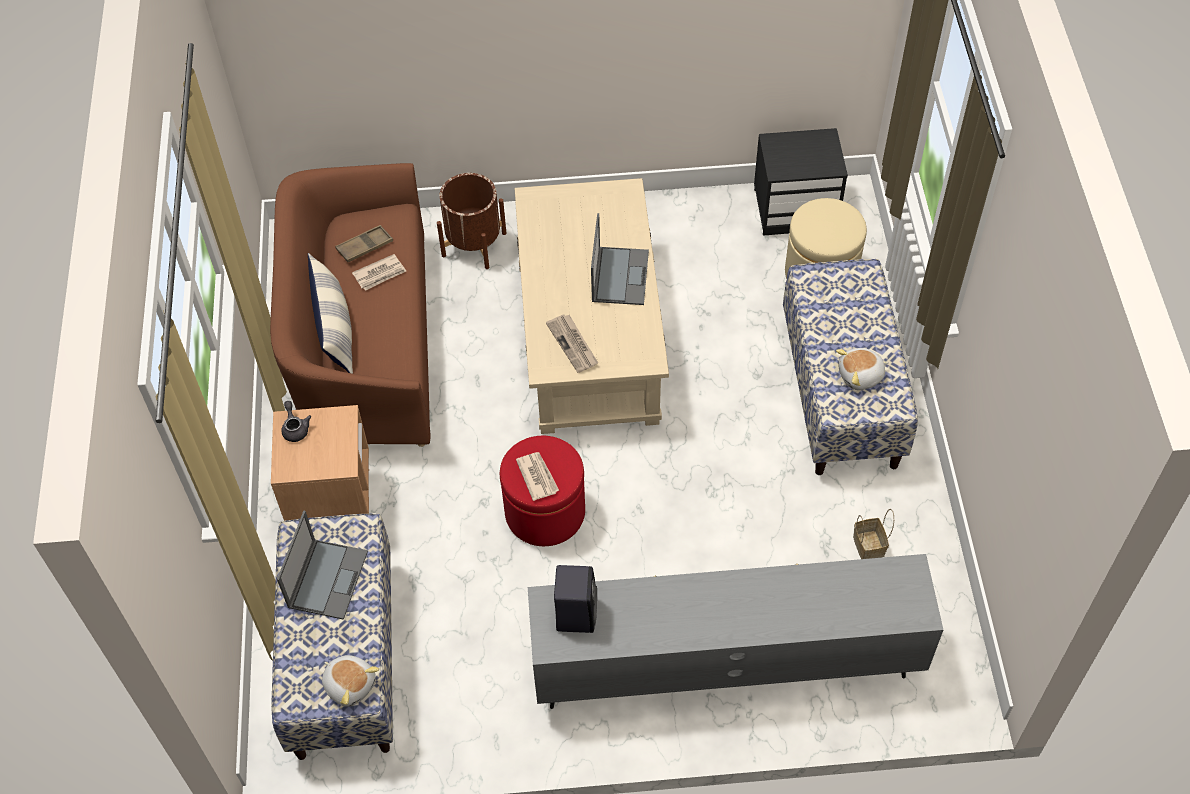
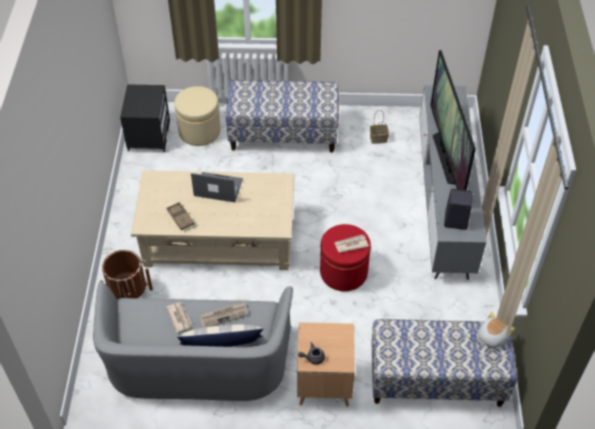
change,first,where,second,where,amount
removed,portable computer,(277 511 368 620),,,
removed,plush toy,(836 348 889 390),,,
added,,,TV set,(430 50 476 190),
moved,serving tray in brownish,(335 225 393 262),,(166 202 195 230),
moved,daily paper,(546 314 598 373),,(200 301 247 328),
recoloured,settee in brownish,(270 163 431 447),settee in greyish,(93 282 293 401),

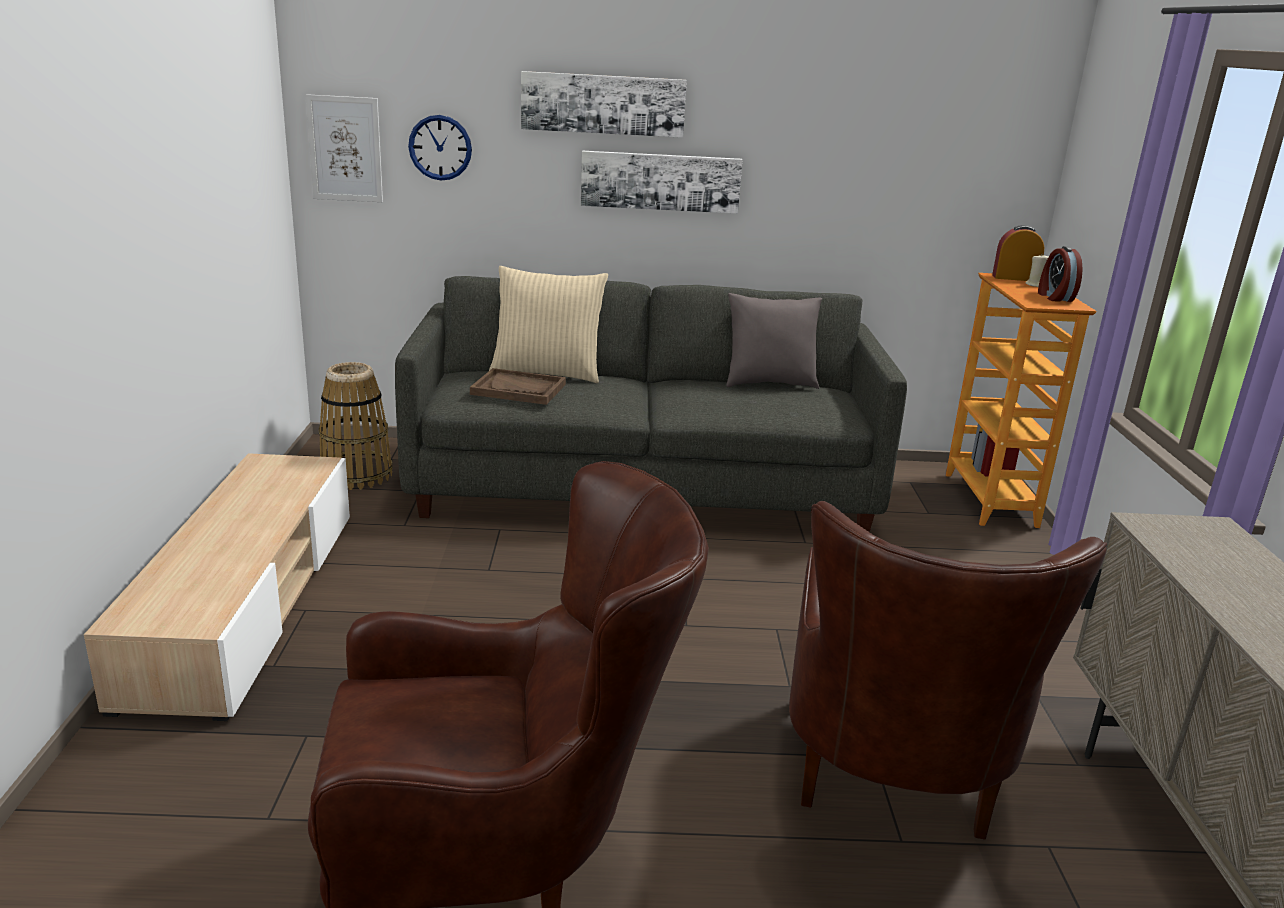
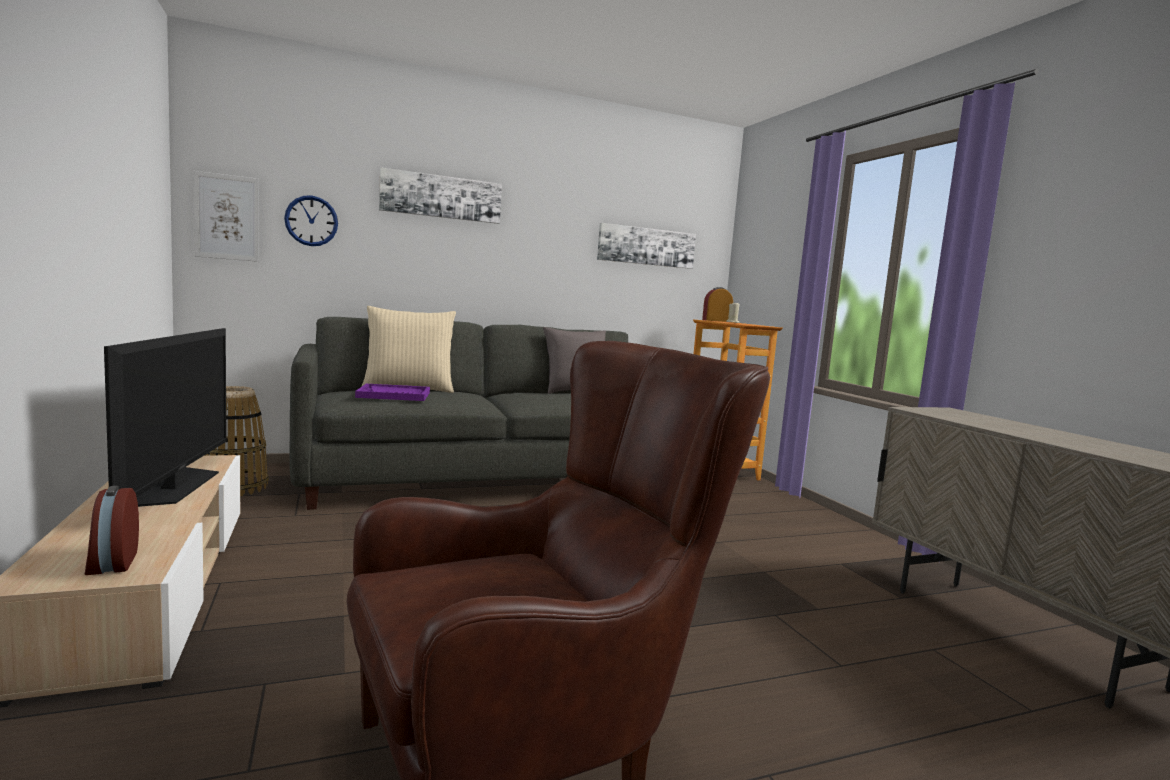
change,first,where,second,where,amount
removed,armchair in brownish,(789 501 1107 839),,,
added,,,TV set,(104 328 227 507),
moved,picture,(581 151 742 214),,(597 223 696 269),
moved,table clock,(1038 246 1083 302),,(85 486 139 575),
recoloured,serving tray in brownish,(470 368 566 405),serving tray in purple-coloured,(355 384 430 401),

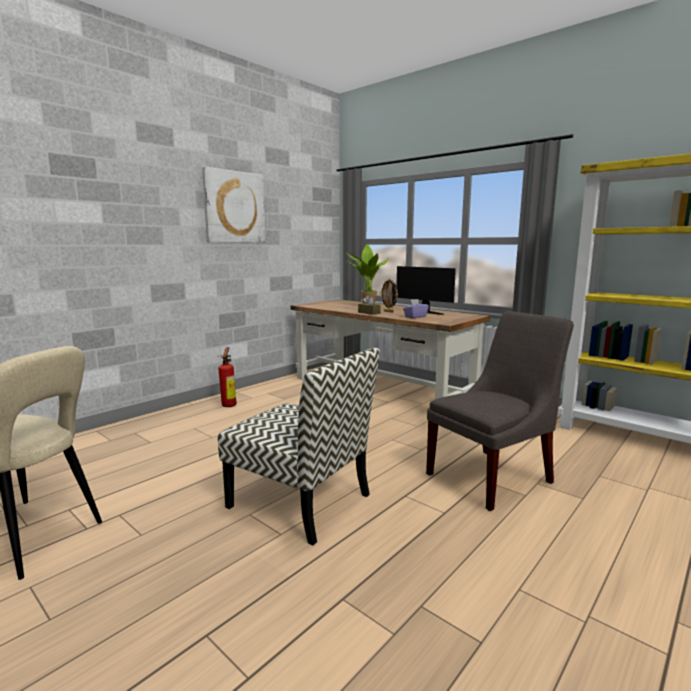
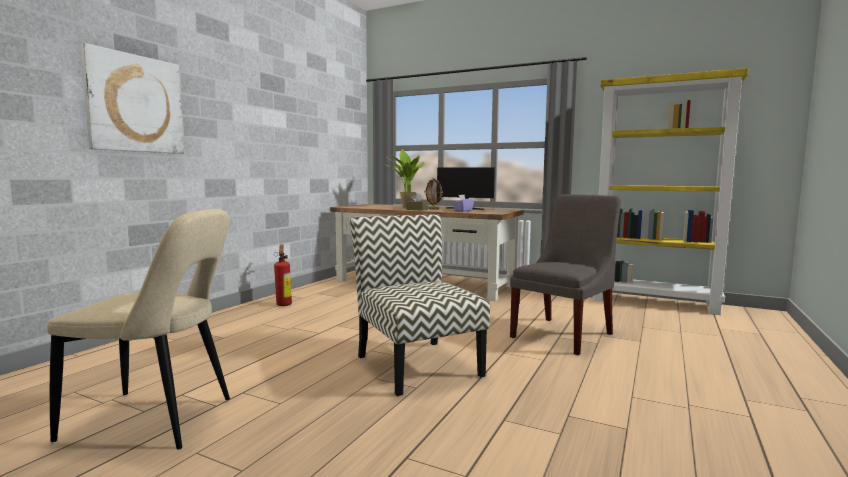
change,first,where,second,where,amount
moved,picture,(202 167 266 243),,(81 43 184 154),
turned,chair,(218 347 380 545),,(350 214 490 396),135 degrees counterclockwise

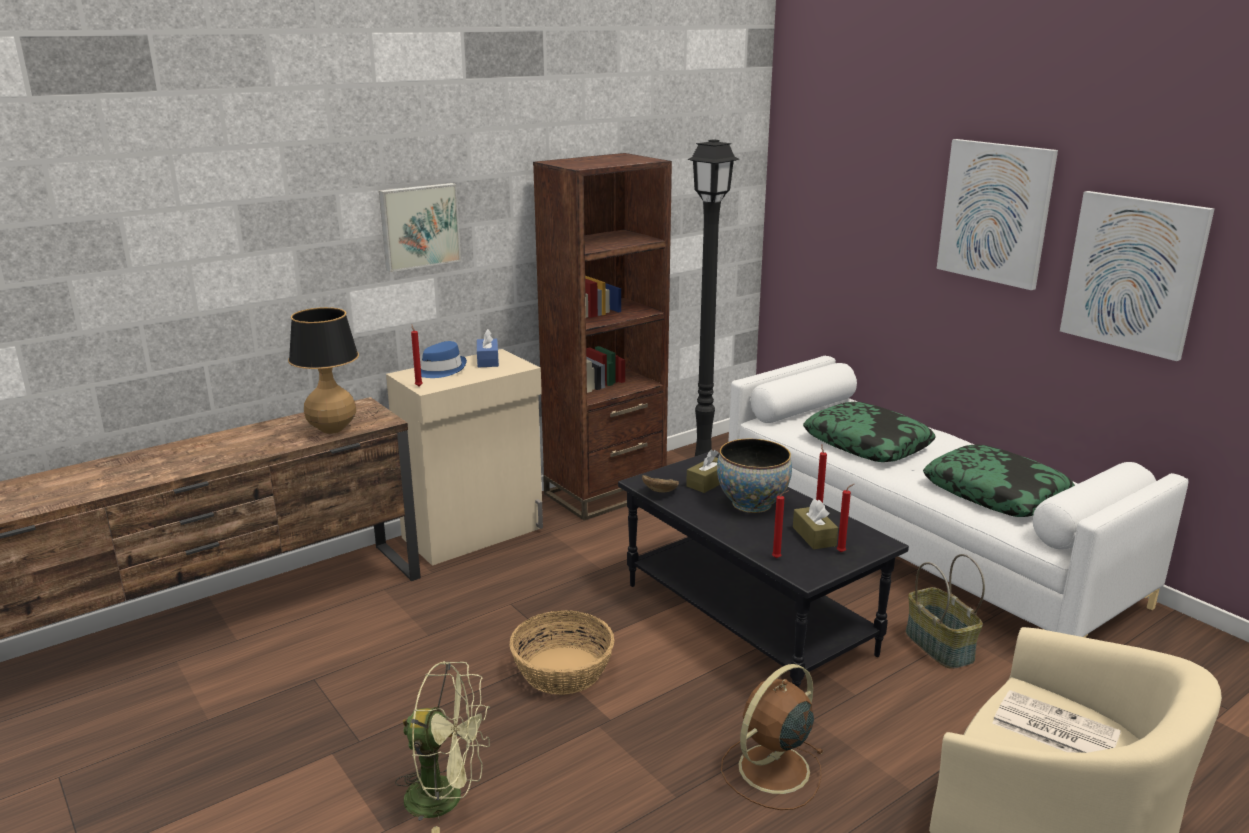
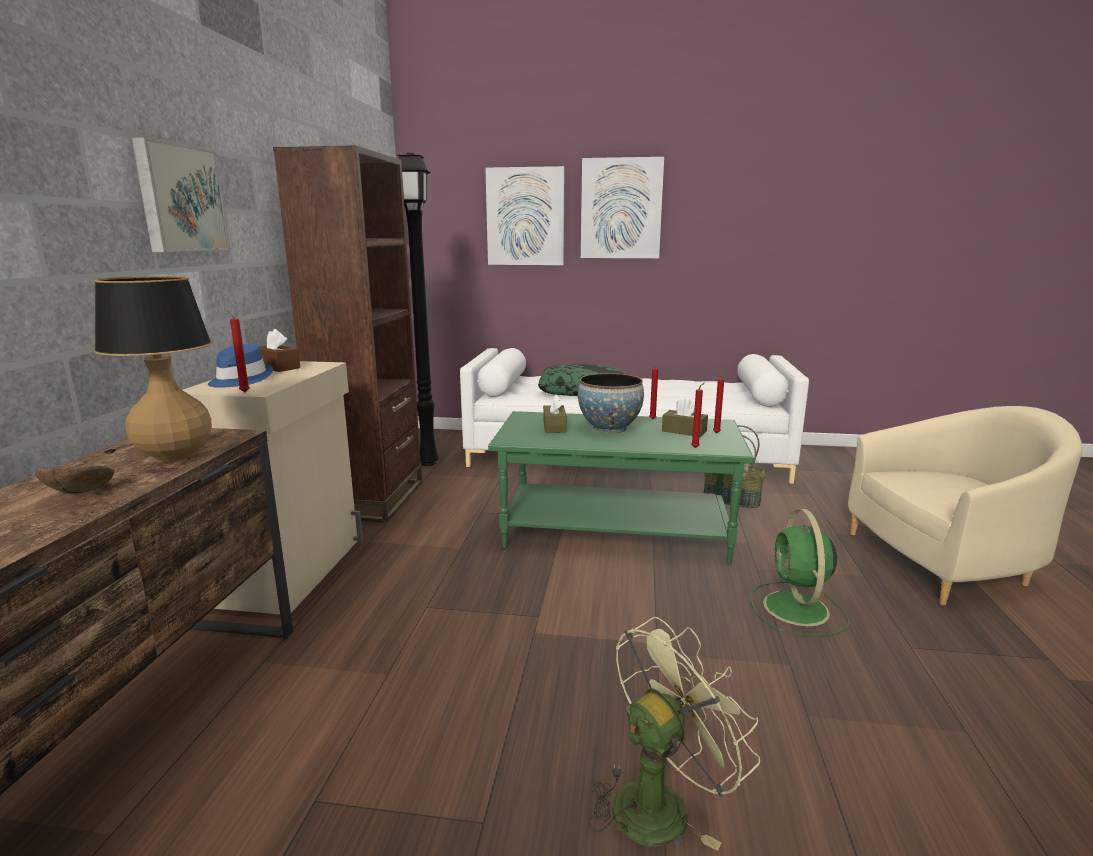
change,first,where,second,where,amount
removed,household basket,(510 610 614 695),,,
removed,throw pillow,(923 444 1075 517),,,
removed,daily paper,(993 690 1121 753),,,
moved,serving bowl in brownish,(642 475 679 493),,(35 466 114 494),
moved,picture,(1060 191 1214 361),,(485 166 564 265),
recoloured,tissue holder in bluish,(477 329 499 368),tissue holder in brownish,(259 329 300 372),
recoloured,low table in blackish,(618 450 909 688),low table in green,(488 411 754 564),
recoloured,cooling fan in brownish,(721 664 824 810),cooling fan in green,(750 509 849 636),

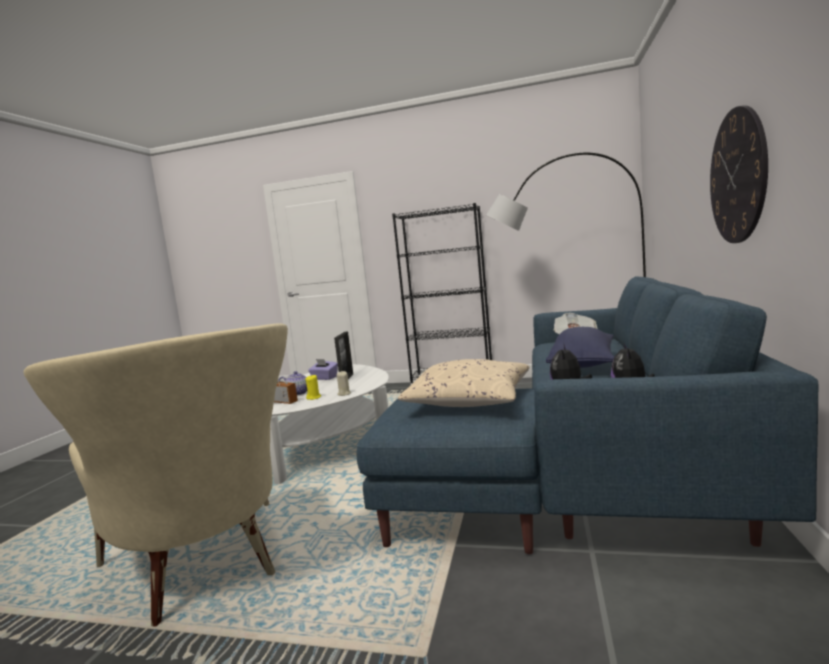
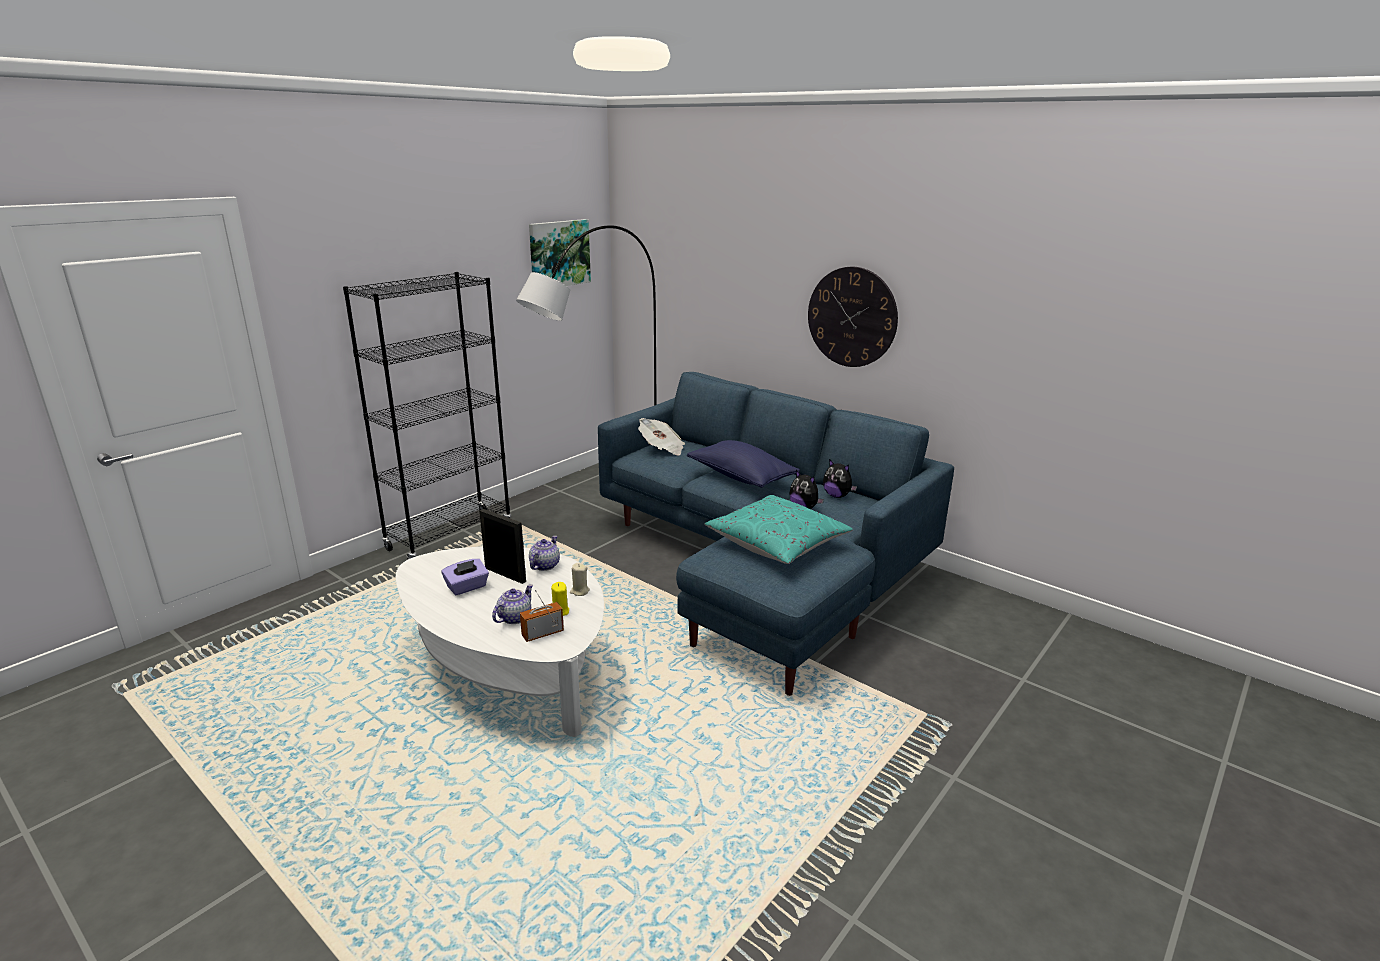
change,first,where,second,where,amount
removed,armchair in beige-coloured,(23 324 288 627),,,
added,,,picture,(529 219 591 286),
added,,,teapot,(529 536 560 571),
recoloured,throw pillow in beige-coloured,(397 359 529 407),throw pillow in turquoise-coloured,(704 495 853 564),

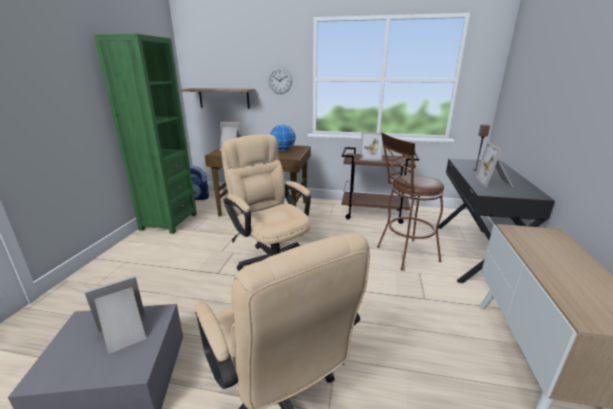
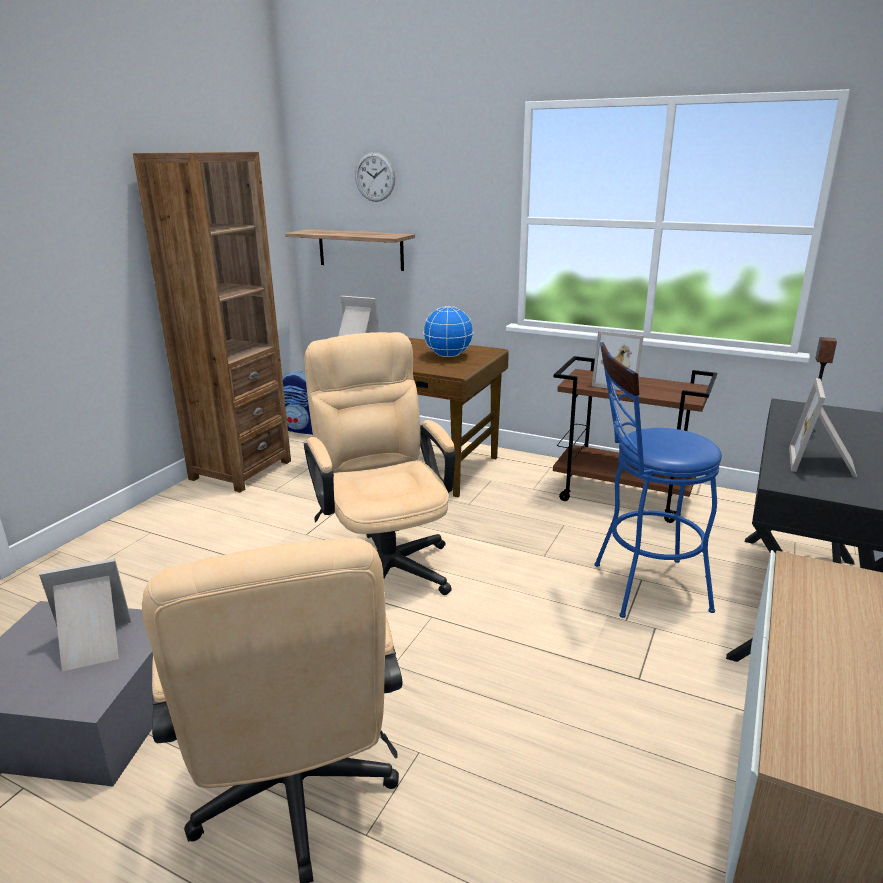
change,first,where,second,where,amount
moved,wall clock,(268 67 292 94),,(355 152 395 202),
recoloured,bookshelf in green,(94 34 197 234),bookshelf in brownish,(133 152 291 493),
recoloured,sitting stool in brownish,(377 132 444 271),sitting stool in bluish,(594 342 722 618),

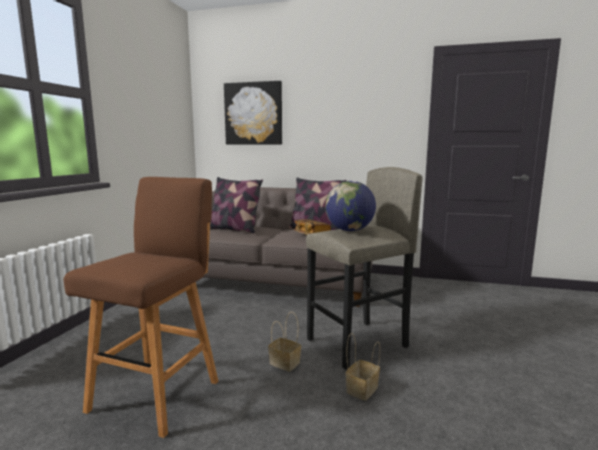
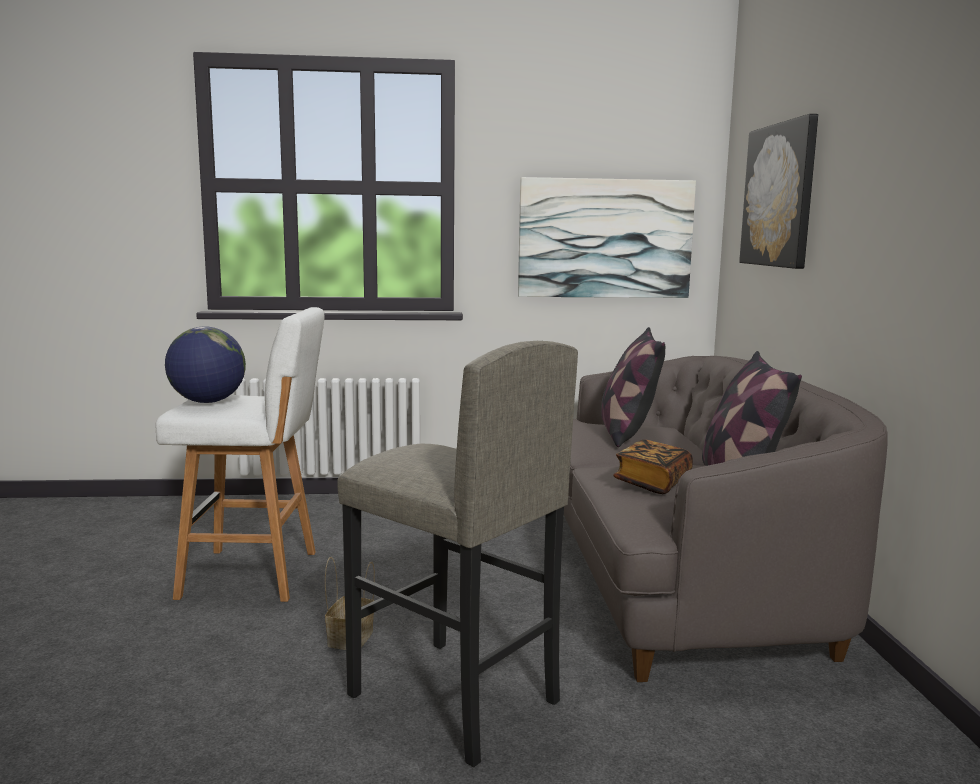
change,first,where,second,where,amount
removed,household basket,(346 333 380 401),,,
added,,,picture,(518 177 696 298),
moved,globe,(325 181 376 231),,(165 326 246 403),
recoloured,sitting stool in brownish,(63 177 218 438),sitting stool in whitish,(156 307 324 602),

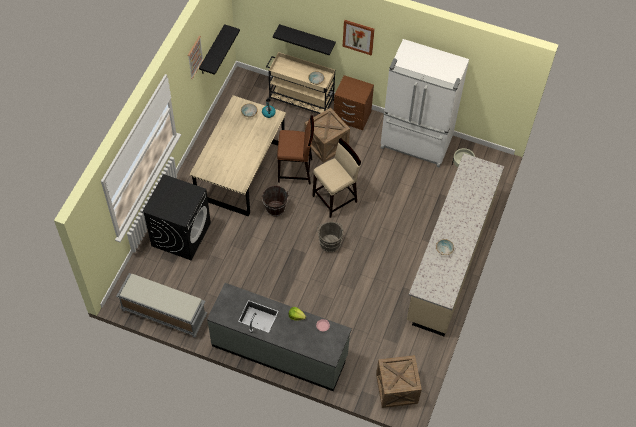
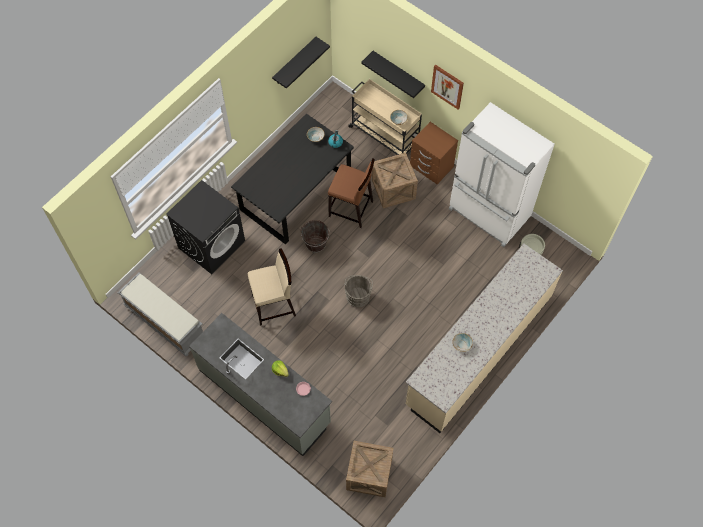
change,first,where,second,where,amount
removed,picture,(187 36 204 79),,,
moved,sitting stool in beige-coloured,(313 138 361 218),,(248 248 296 326),
recoloured,kitchen table in beige-coloured,(189 95 286 216),kitchen table in blackish,(231 113 354 244),

